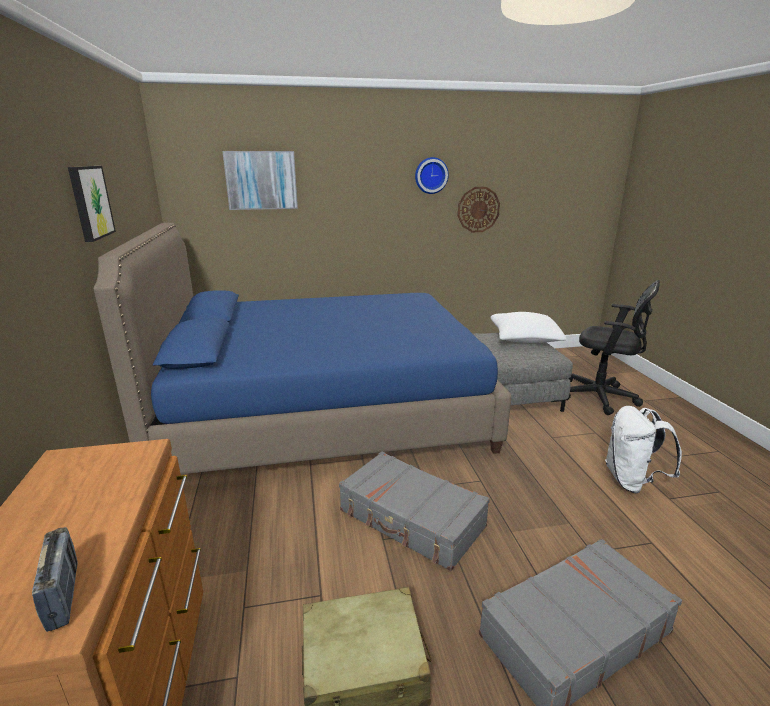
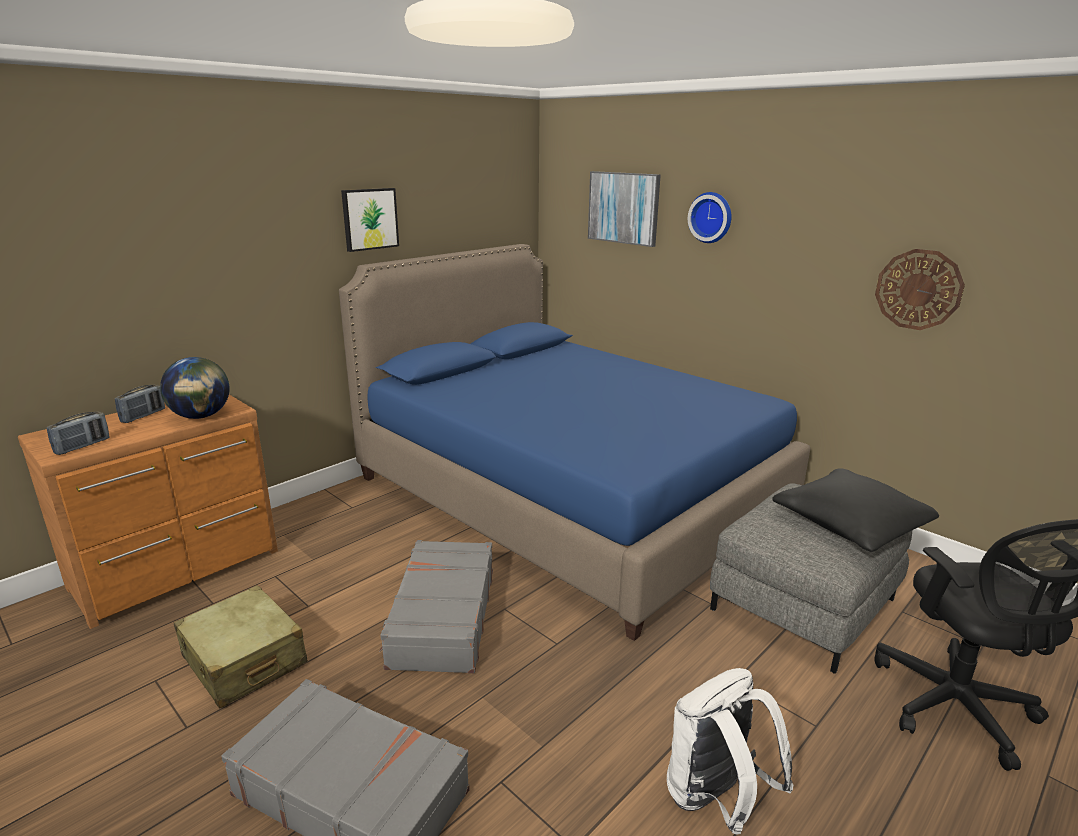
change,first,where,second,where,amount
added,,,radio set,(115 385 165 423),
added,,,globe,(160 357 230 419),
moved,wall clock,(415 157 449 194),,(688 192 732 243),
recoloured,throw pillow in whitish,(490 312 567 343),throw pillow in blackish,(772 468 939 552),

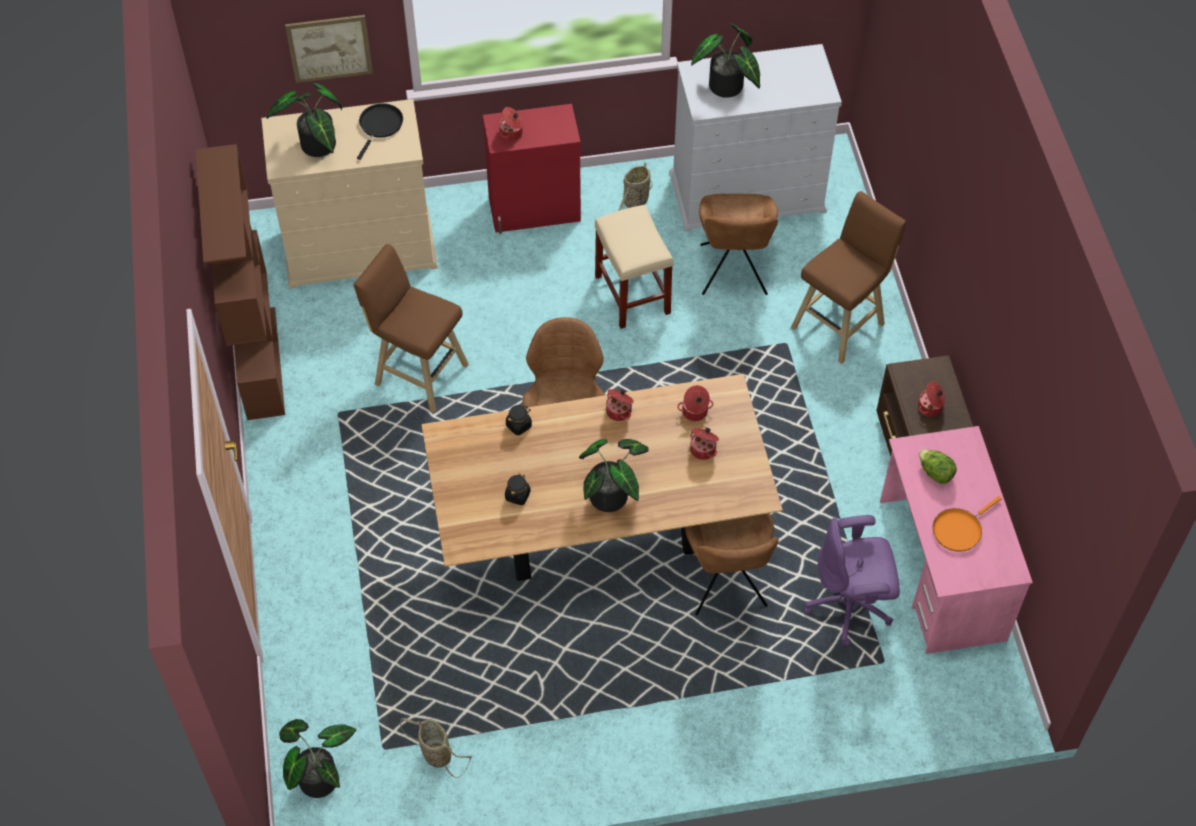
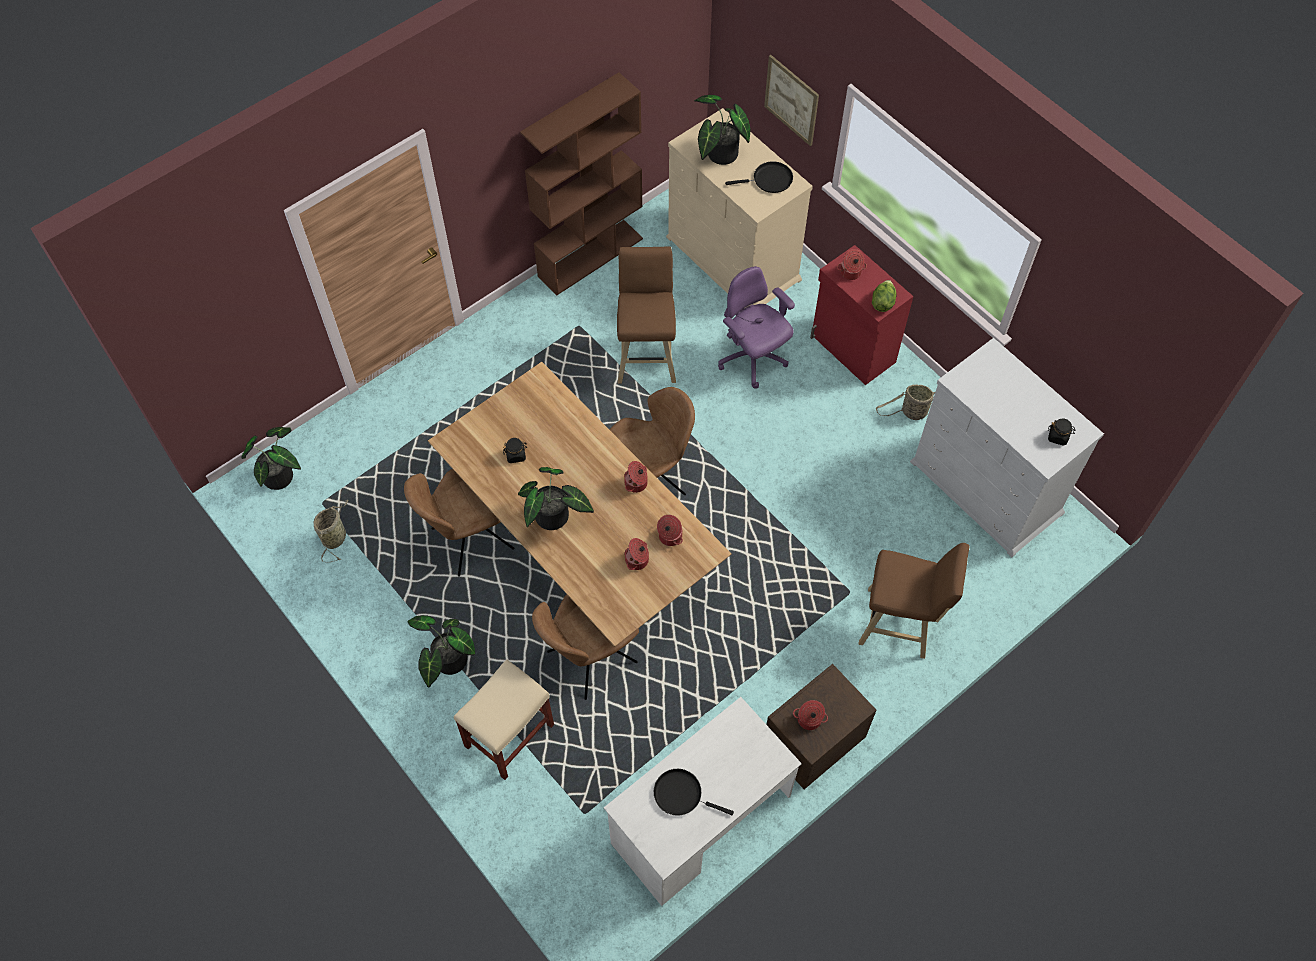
change,first,where,second,where,amount
moved,storage jar in blackish,(506 405 532 435),,(1048 418 1075 446),
moved,sitting stool in beige-coloured,(595 205 674 329),,(454 659 554 780),
moved,plant in a pot,(691 23 760 98),,(407 615 475 688),
moved,chair in brownish,(699 194 778 295),,(404 469 515 577),
moved,office chair in purple-coloured,(804 515 900 646),,(718 266 795 389),
moved,lettuce,(918 449 957 484),,(872 280 896 312),
recoloured,desk table in pink-coloured,(880 426 1033 654),desk table in whitish,(604 697 802 906),
recoloured,skillet in orangey,(933 496 1001 552),skillet in blackish,(654 769 734 816),

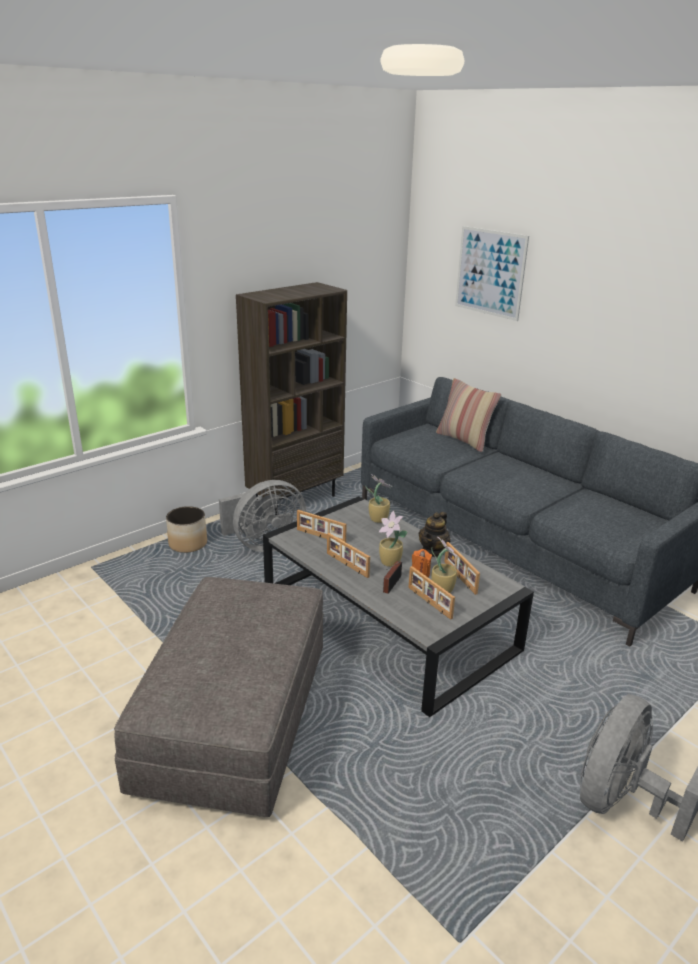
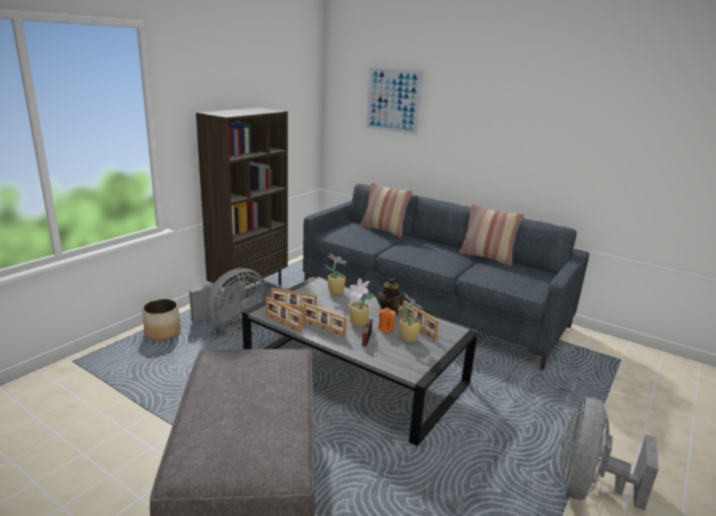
change,first,where,second,where,amount
added,,,throw pillow,(459 204 524 266),
moved,picture frame,(408 566 455 620),,(266 296 302 332),

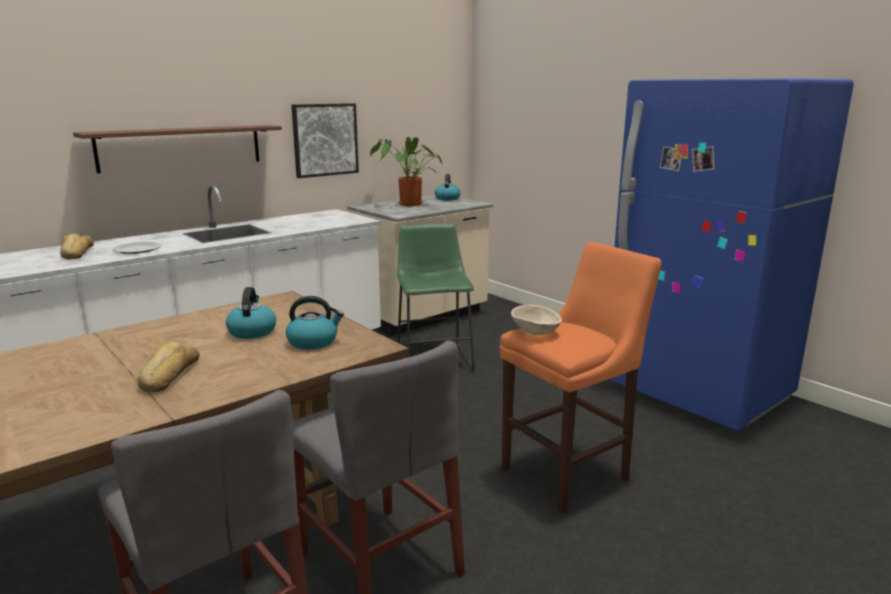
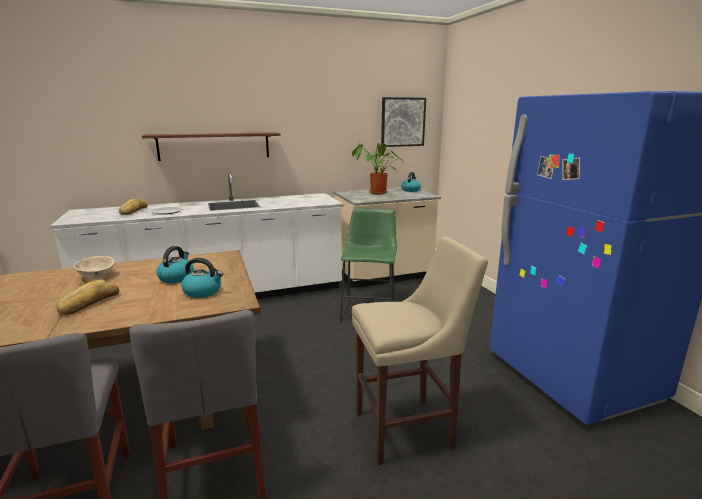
change,first,where,second,where,amount
moved,picture,(291 103 359 178),,(381 97 426 147),
moved,serving bowl in beige-coloured,(511 305 562 335),,(74 256 115 279),
recoloured,sitting stool in orangey,(500 242 662 513),sitting stool in beige-coloured,(352 236 488 465),

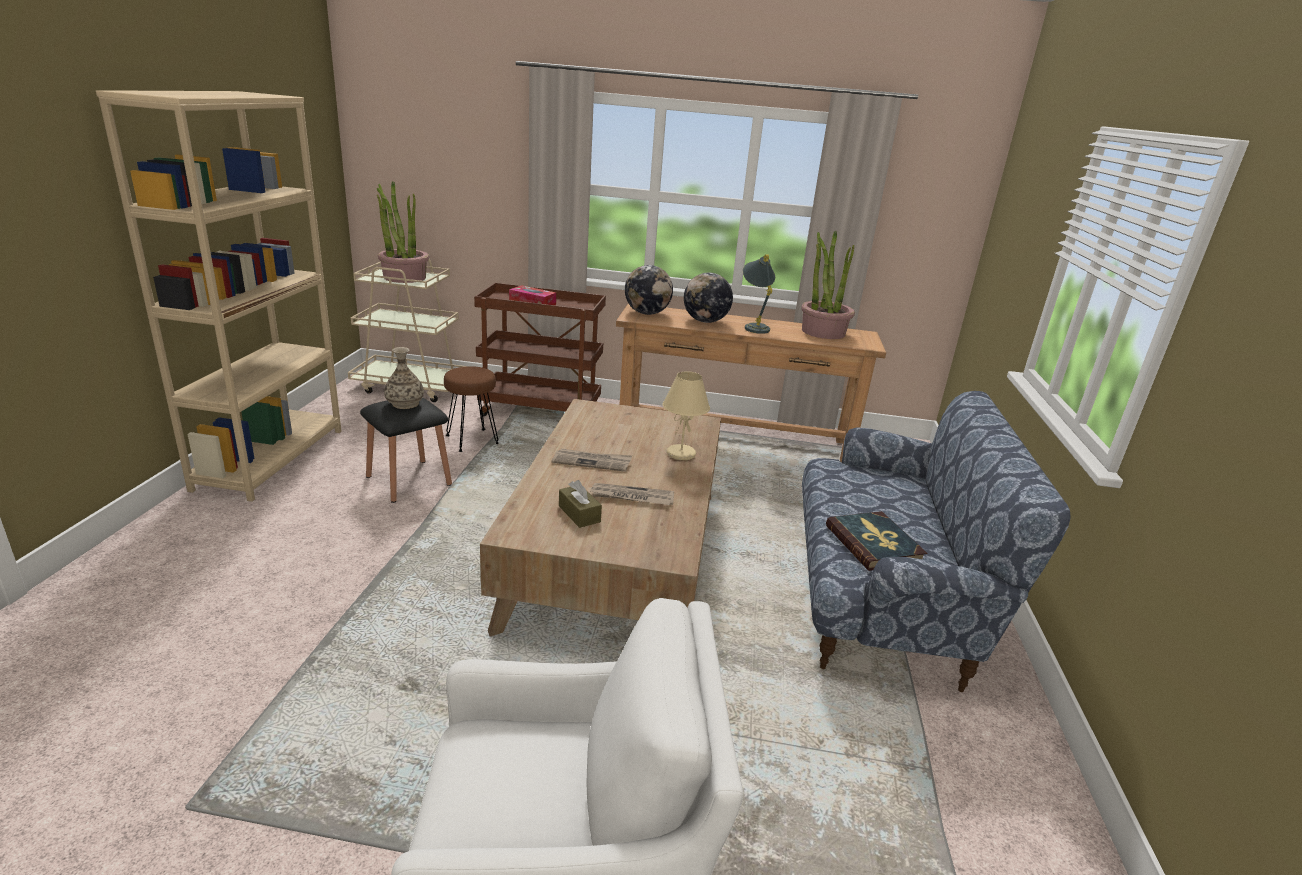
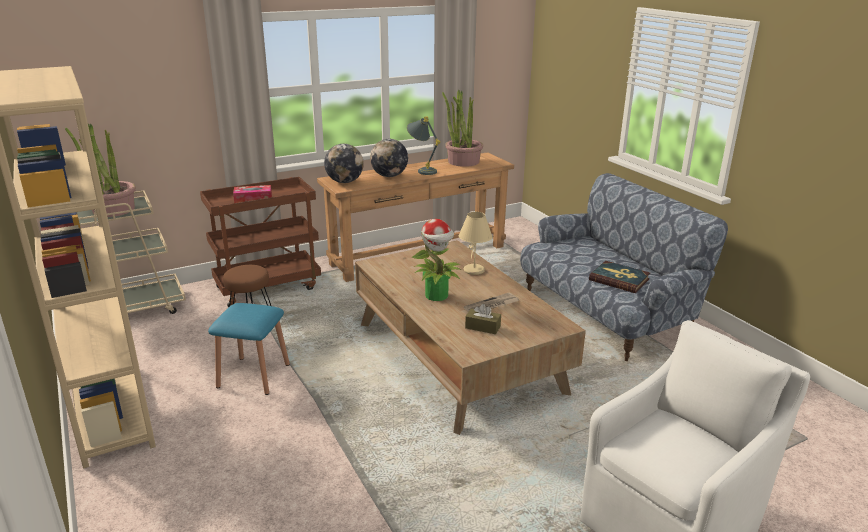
change,first,where,second,where,amount
removed,vase,(384 347 424 409),,,
replaced,daily paper,(552 449 632 472),plant in a pot,(412 219 461 301),
recoloured,sitting stool in blackish,(360 398 452 503),sitting stool in bluish,(208 303 290 395),

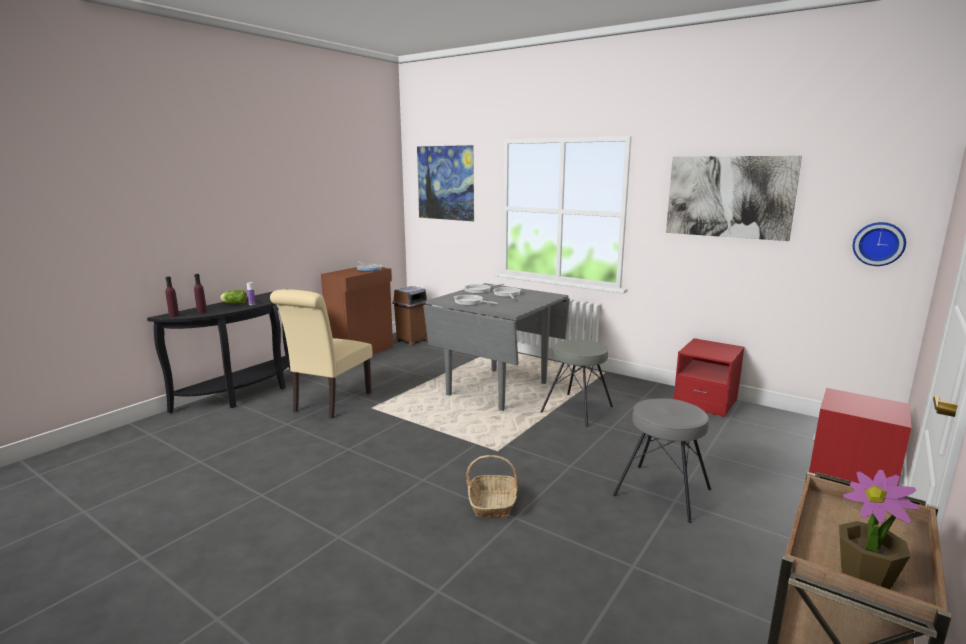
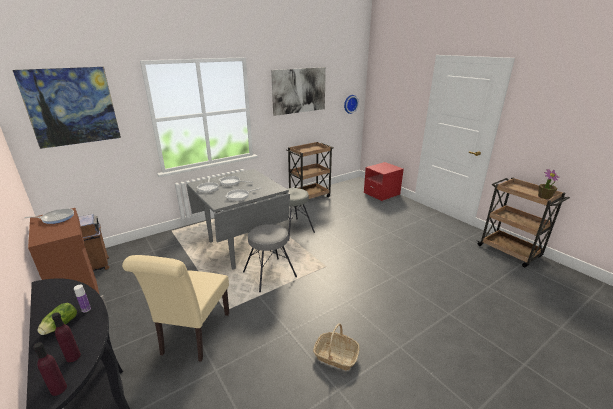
change,first,where,second,where,amount
moved,household basket,(466 455 518 518),,(313 323 360 370),
moved,sitting stool in greyish,(613 398 711 523),,(243 224 297 292),
replaced,bedside table in red,(674 338 744 417),wheeled cart in brownish,(286 142 334 199),
turned,chair in beige-coloured,(270 289 372 419),,(122 255 229 362),60 degrees clockwise

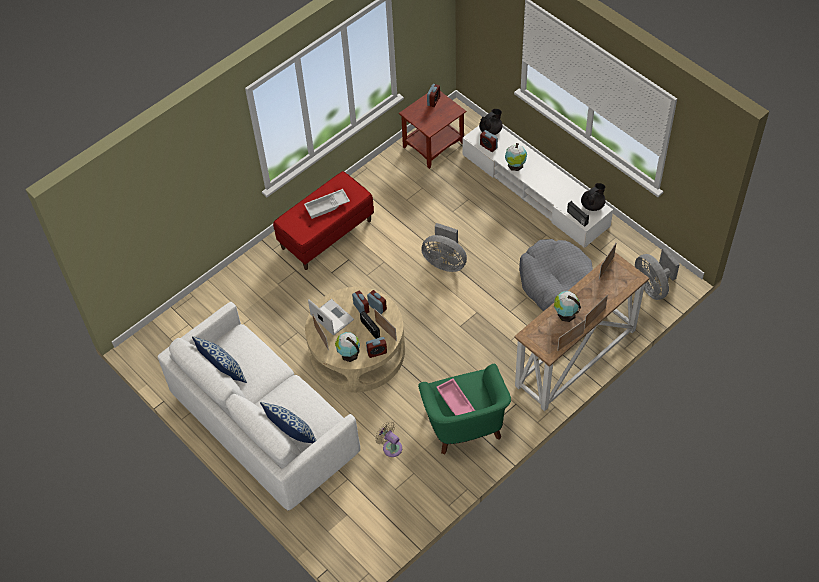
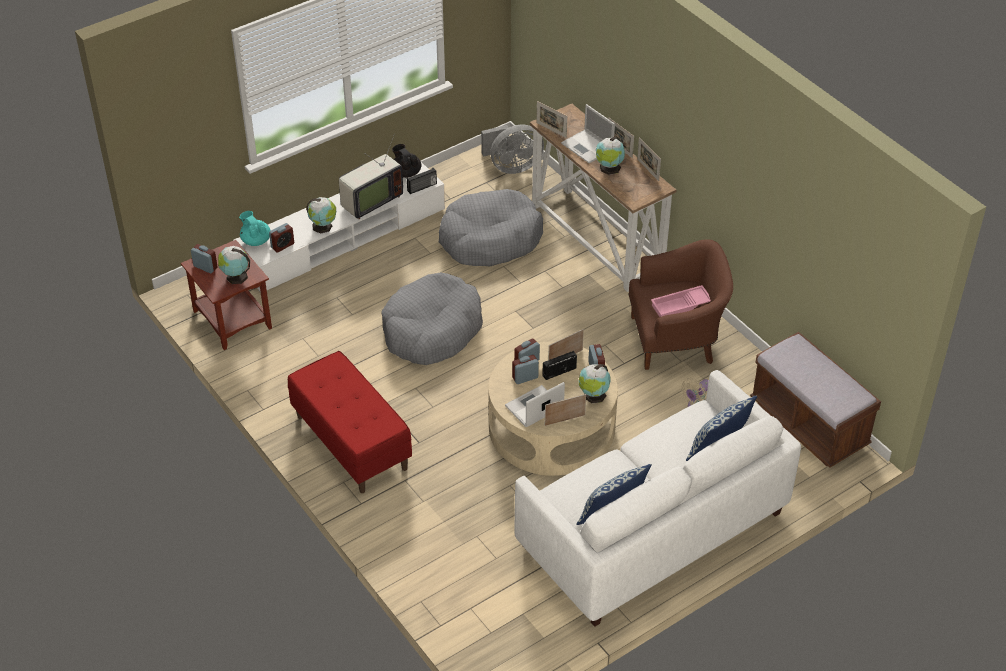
change,first,where,second,where,amount
removed,serving tray in whitish,(304 189 350 219),,,
added,,,globe,(218 246 250 284),
added,,,TV set,(339 136 403 220),
added,,,portable computer,(561 104 615 163),
added,,,indoor bench in brownish,(750 331 881 467),
replaced,cooling fan in greyish,(421 223 467 272),pet bed in greyish,(381 273 483 365),
recoloured,armchair in green,(418 364 511 454),armchair in brownish,(628 239 733 370),
recoloured,teapot in blackish,(479 109 502 135),teapot in turquoise-coloured,(239 211 271 246),

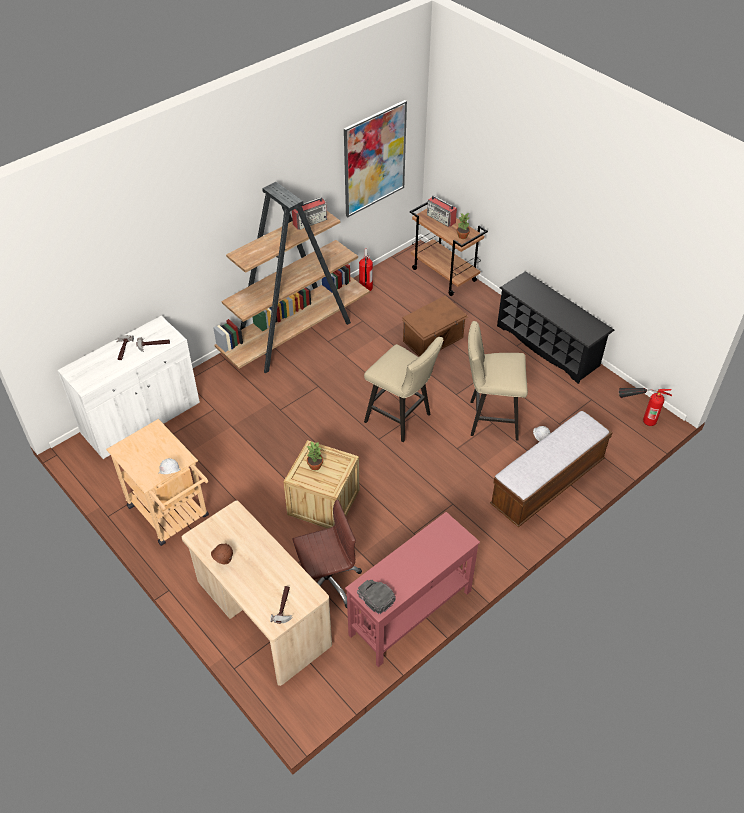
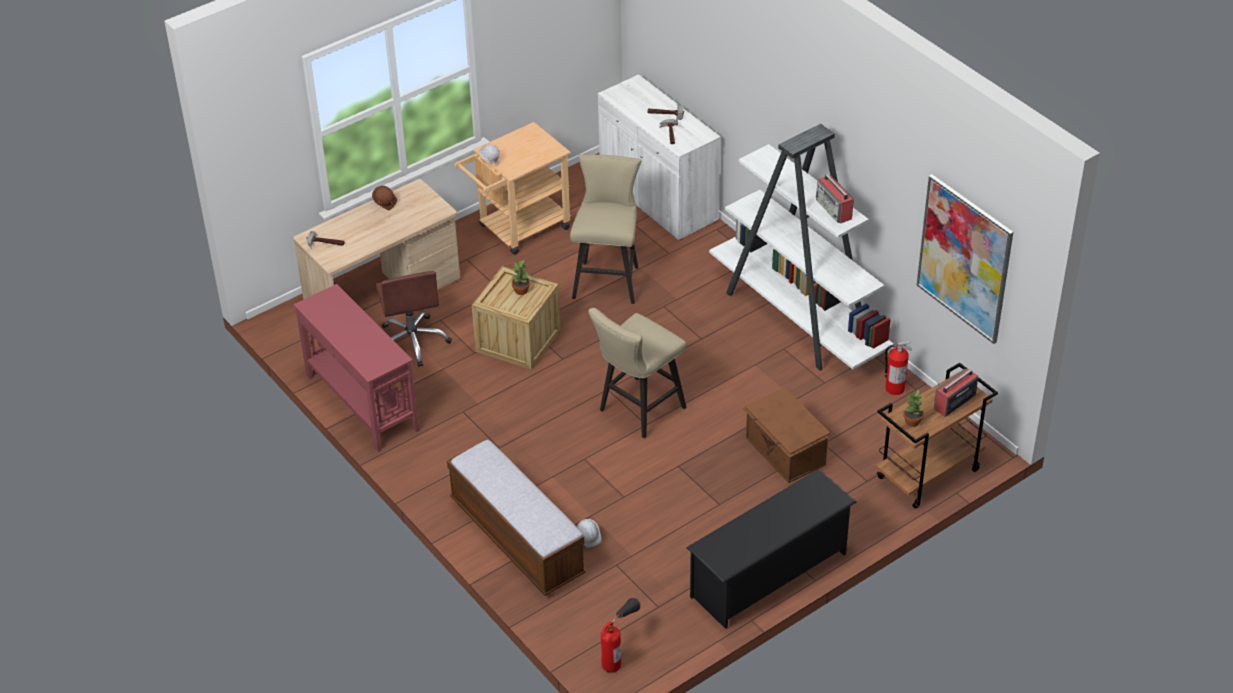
change,first,where,second,where,amount
removed,baseball cap in blackish,(357 580 395 614),,,
moved,sitting stool in beige-coloured,(468 321 528 441),,(570 155 641 304),
recoloured,bookshelf in brownish,(213 182 370 373),bookshelf in whitish,(709 124 894 371),

